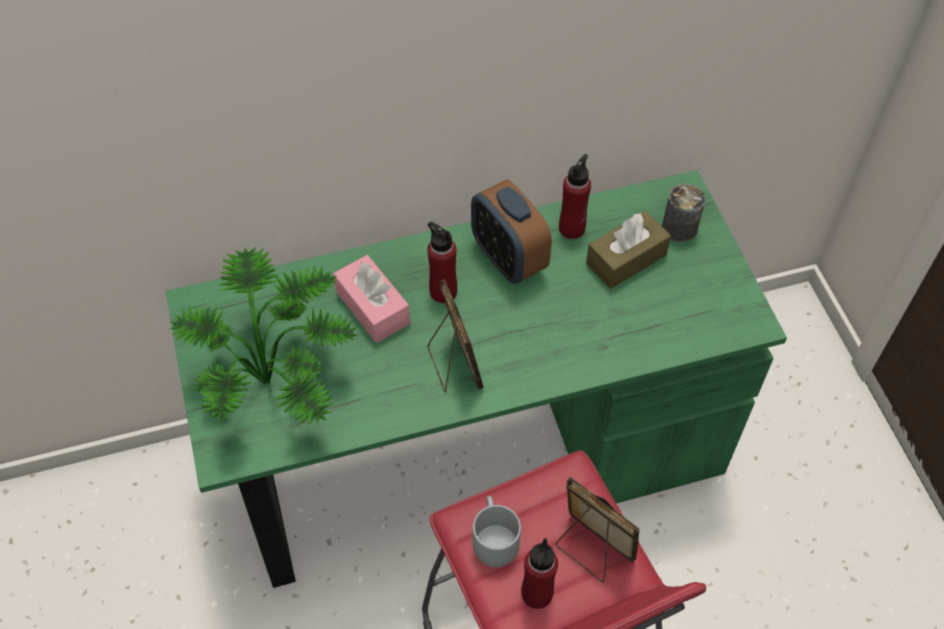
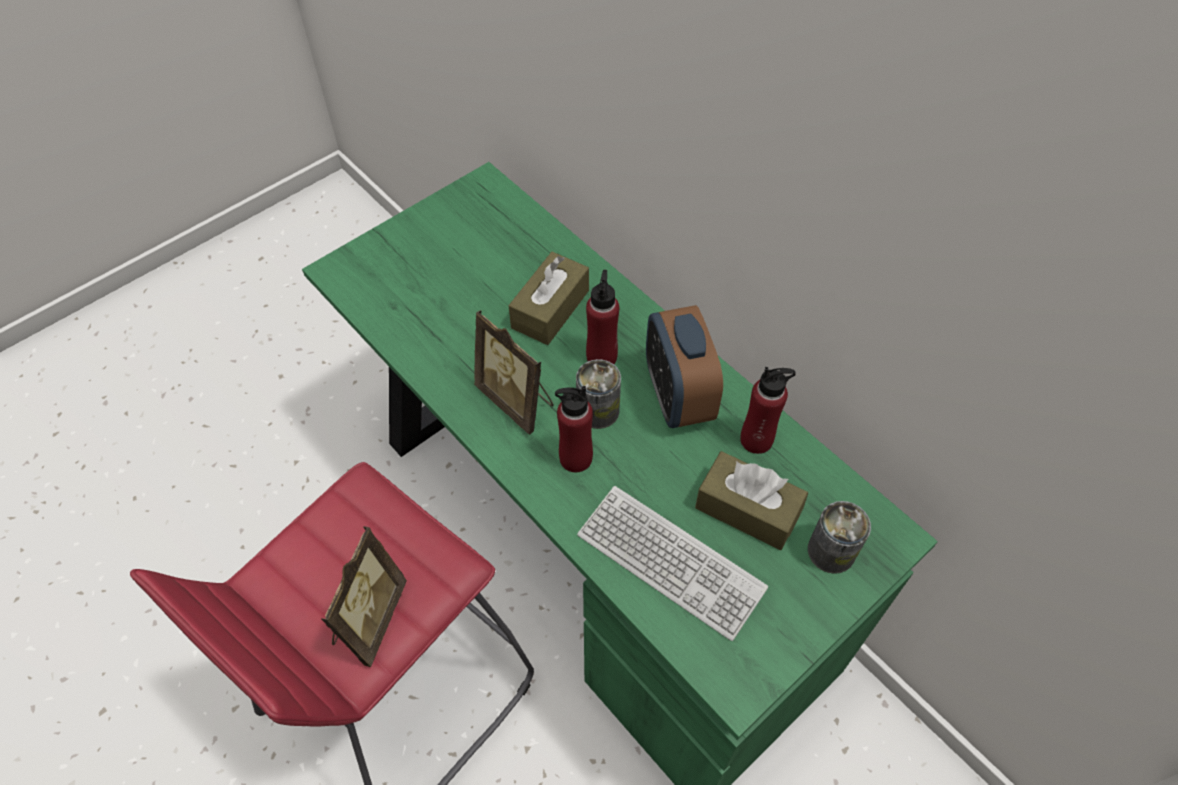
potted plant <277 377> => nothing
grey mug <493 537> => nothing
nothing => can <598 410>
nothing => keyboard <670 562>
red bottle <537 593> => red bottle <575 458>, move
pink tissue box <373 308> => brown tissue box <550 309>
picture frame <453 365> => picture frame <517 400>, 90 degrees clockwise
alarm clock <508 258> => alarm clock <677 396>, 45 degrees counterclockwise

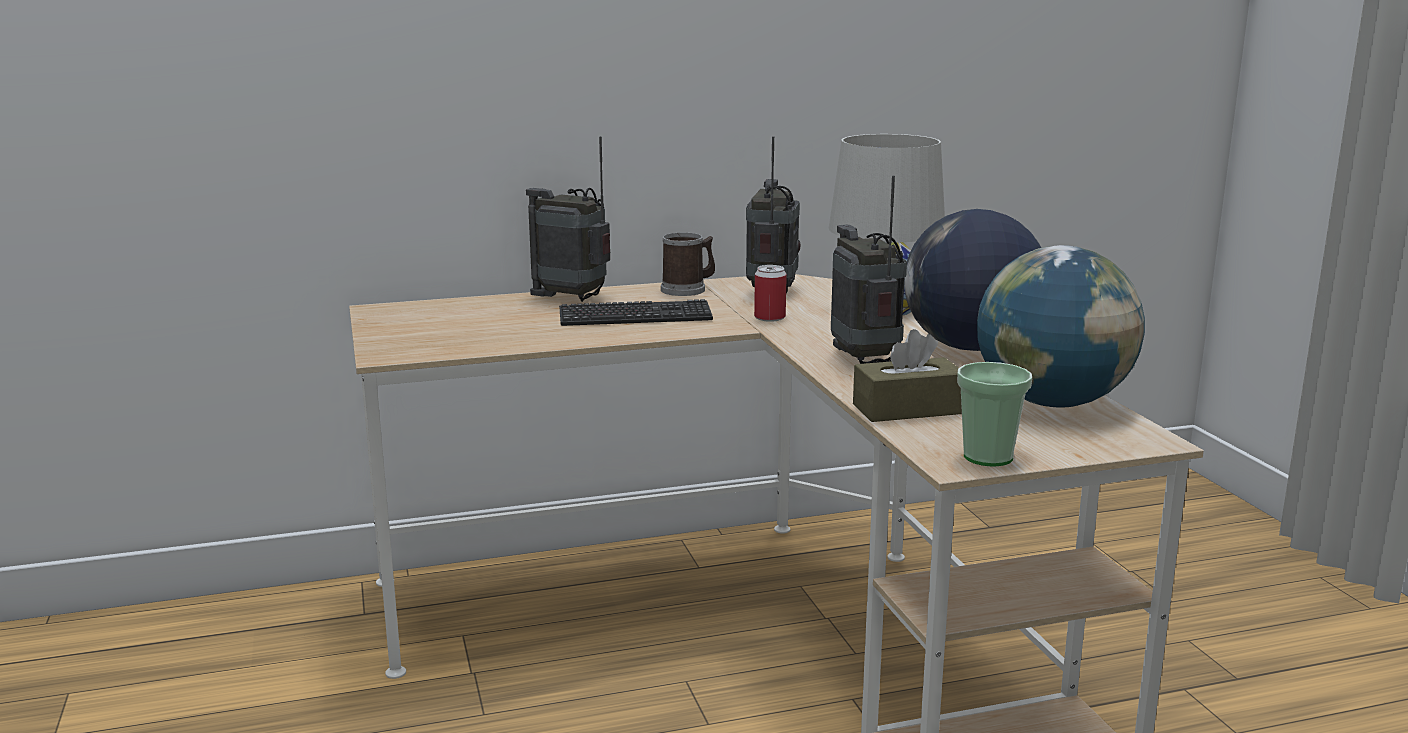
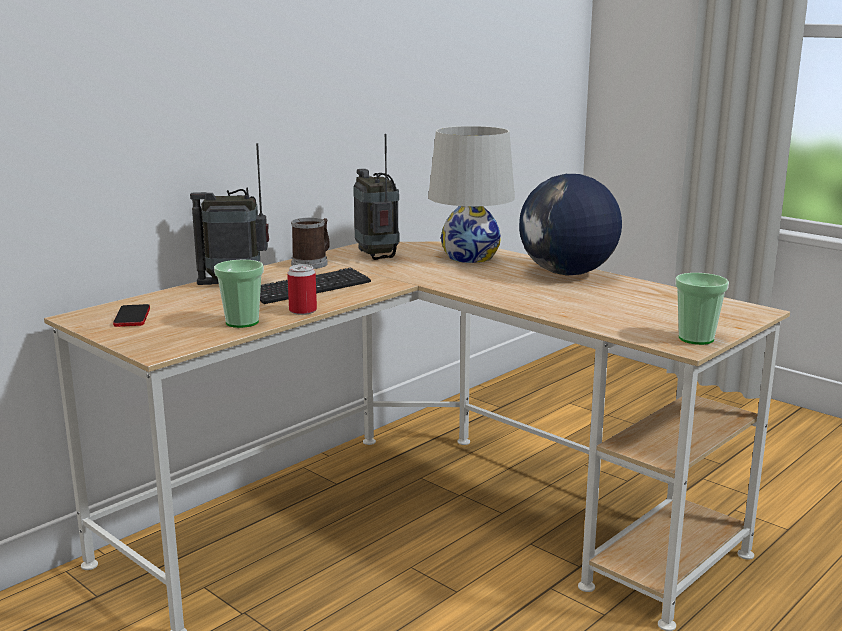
radio <865 360> => nothing
brown tissue box <907 409> => nothing
globe <1052 402> => nothing
nothing => phone <132 317>
nothing => cup <242 322>
can <769 318> => can <303 311>, move

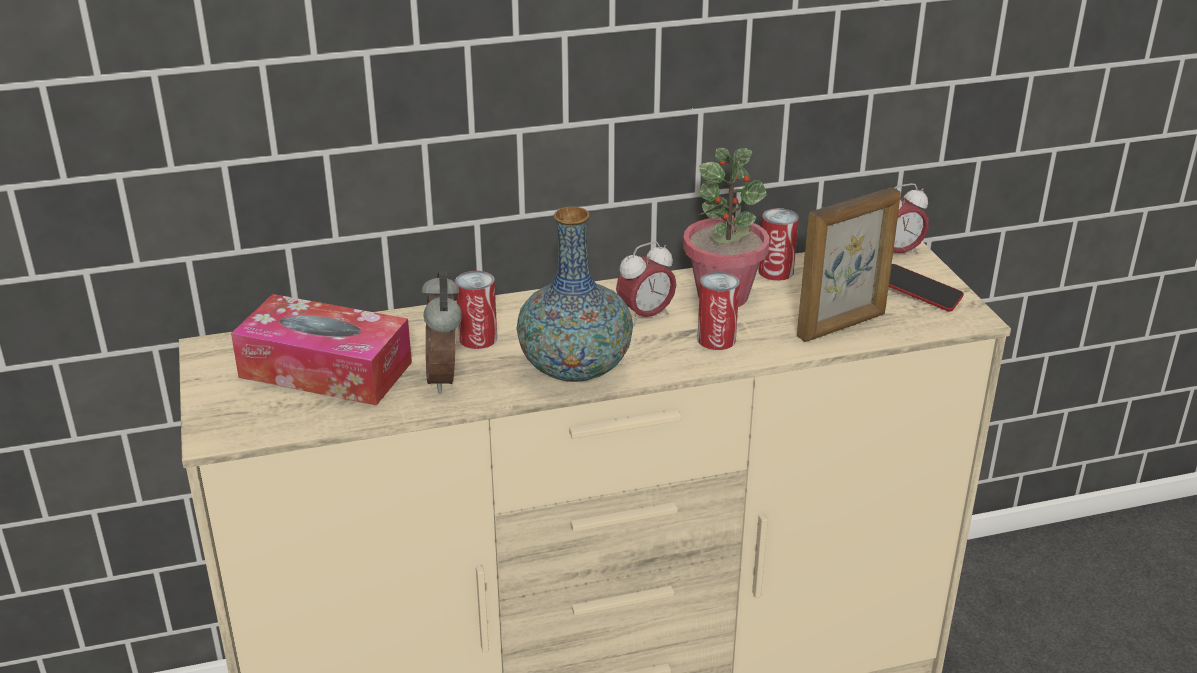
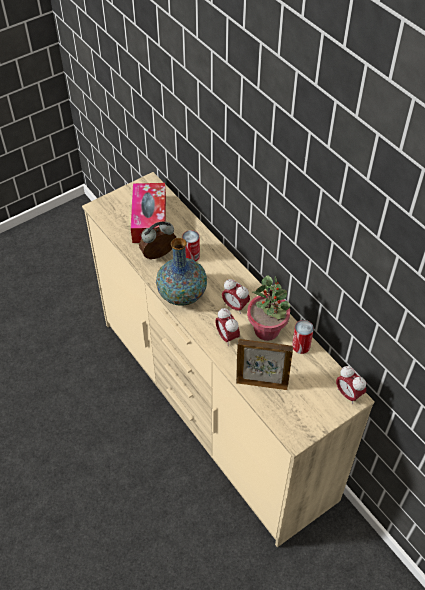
phone <919 293> => nothing
can <716 339> => alarm clock <227 337>
picture frame <842 326> => picture frame <261 383>, 150 degrees clockwise

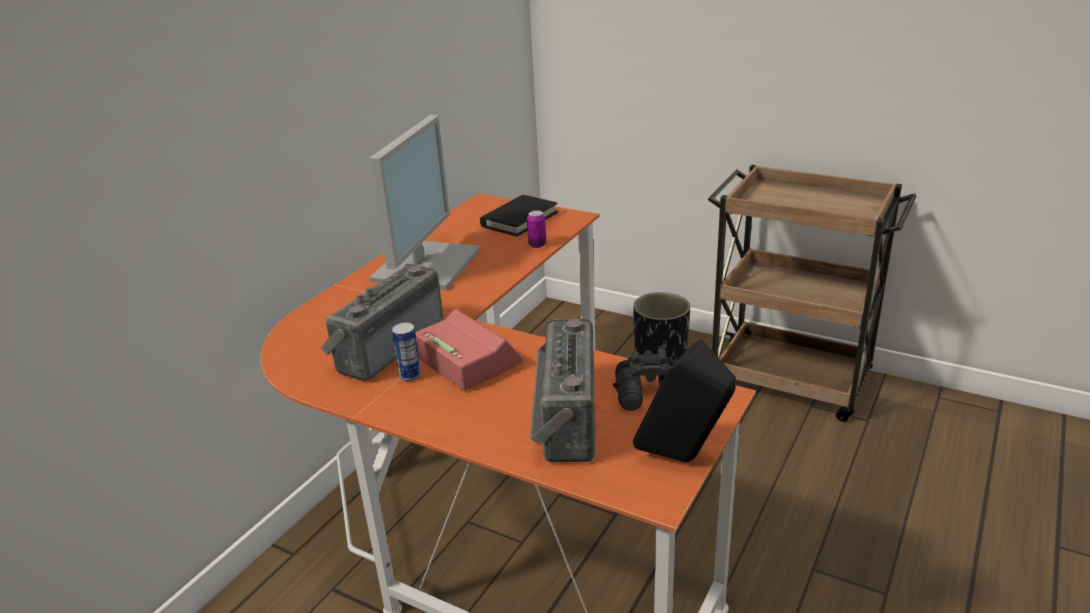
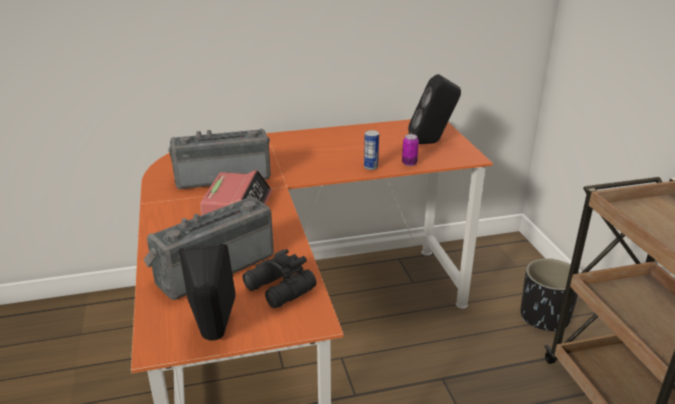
monitor <426 264> => nothing
can <410 376> => can <370 167>, move
black book <519 219> => black speaker <432 143>

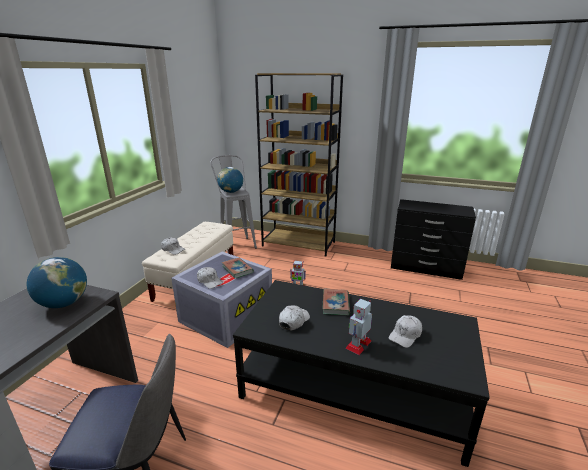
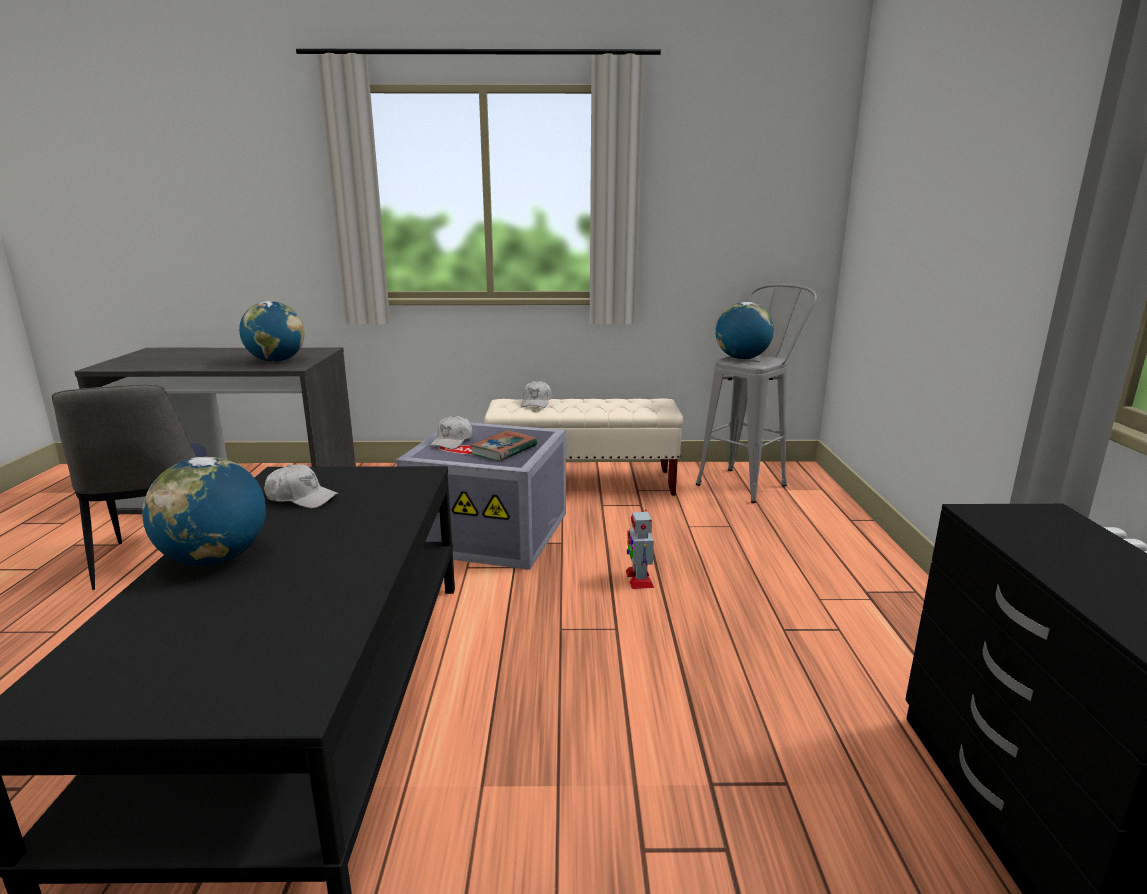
brown bookcase <299 244> => nothing
book <335 304> => nothing
white cap <405 335> => nothing
toy robot <358 344> => globe <215 559>

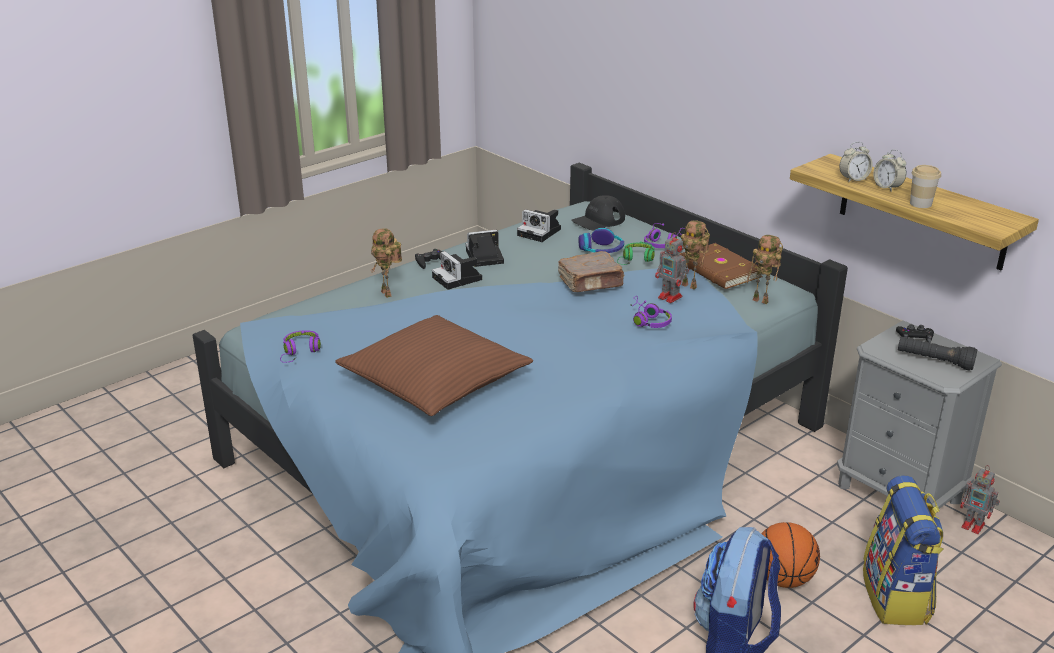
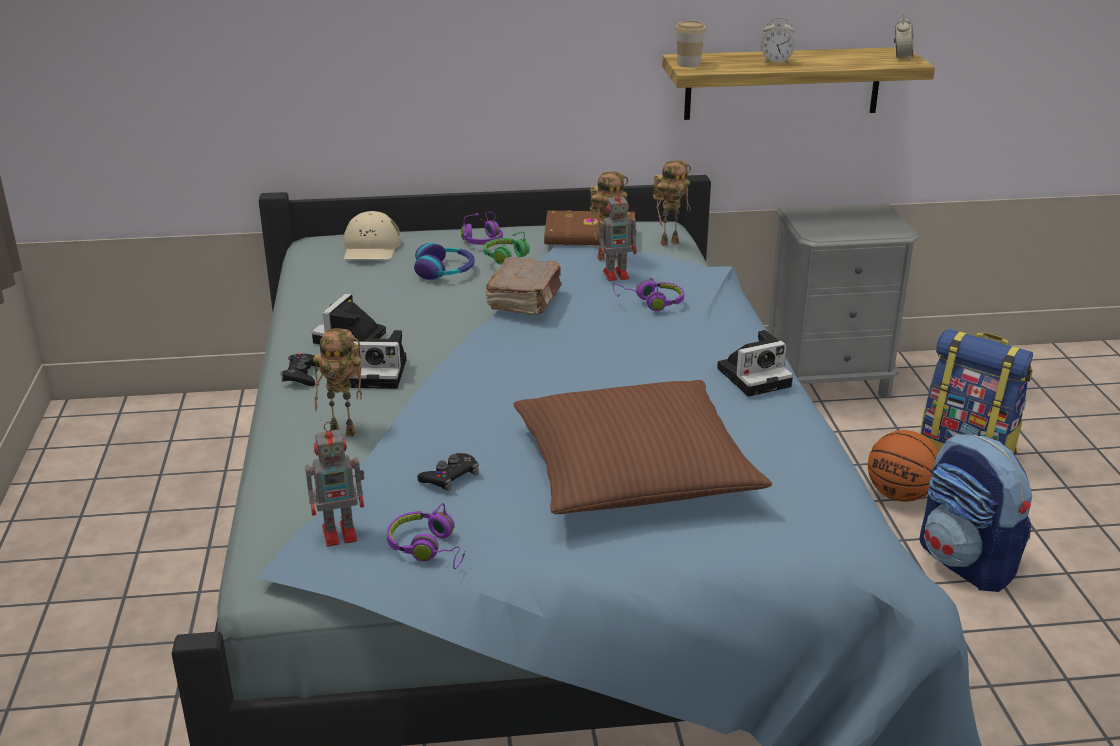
black flashlight <934 361> => nothing
photo camera <541 232> => photo camera <755 376>, move
alarm clock <853 179> => alarm clock <902 57>, move
black game controller <914 337> => black game controller <450 477>, move
cup <920 204> => cup <688 64>, move
toy robot <974 526> => toy robot <342 533>, move
black cap <598 220> => beige cap <371 248>

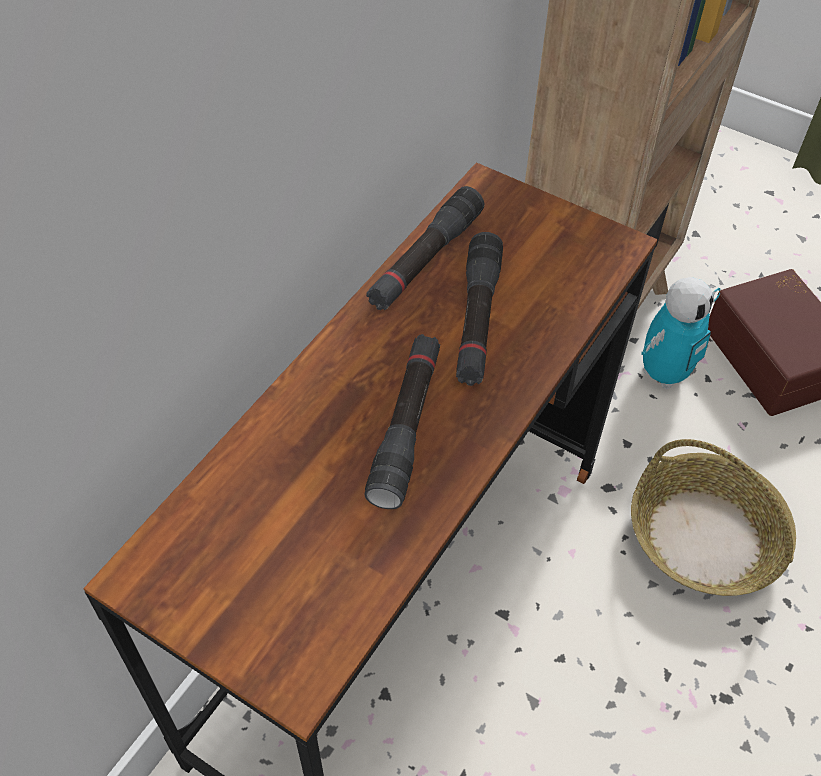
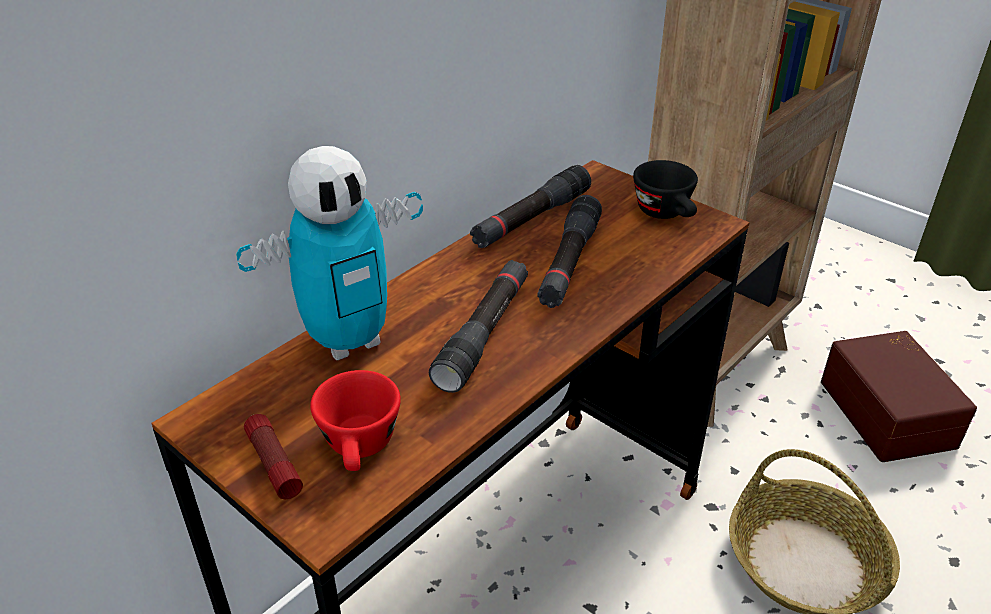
nothing => flashlight <273 463>
nothing => red cup <361 449>
nothing => black cup <667 214>
toy robot <664 373> => toy robot <348 340>, move

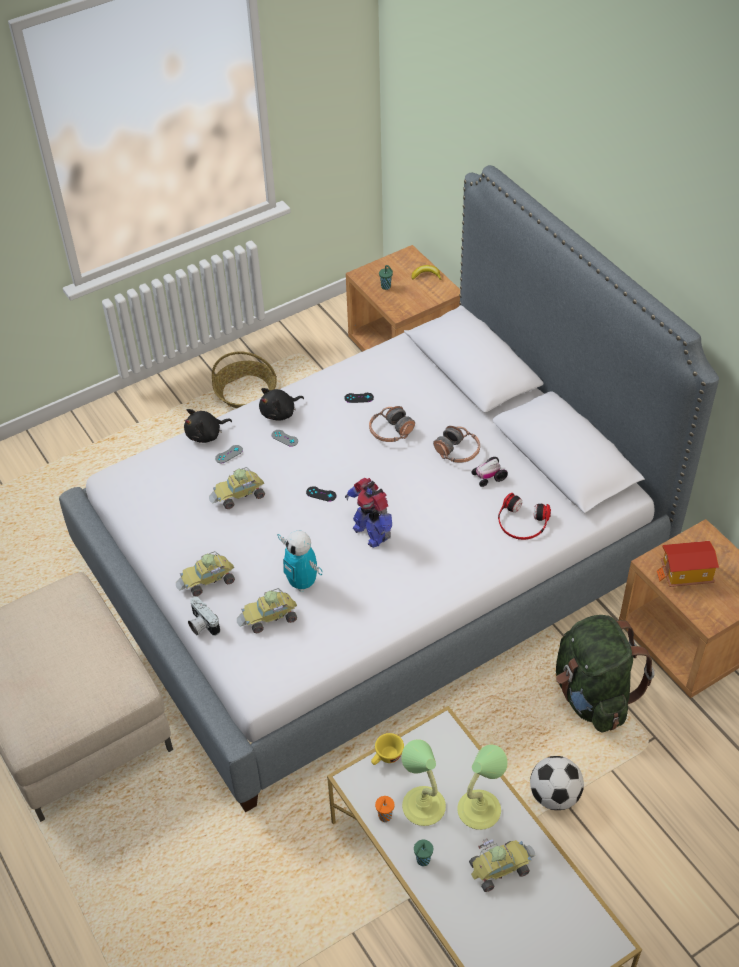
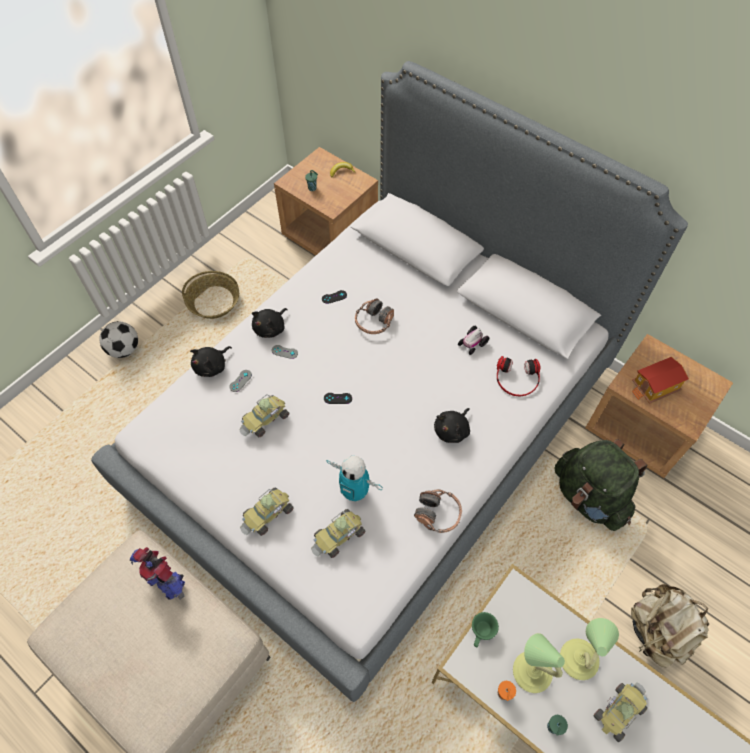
photo camera <201 625> => nothing
nothing => black plush toy <452 430>
nothing => beige backpack <657 631>
toy robot <371 532> => toy robot <166 581>, move
headphones <457 451> => headphones <438 514>, move
football <554 795> => football <124 349>, move
yellow cup <386 758> => green cup <481 633>

